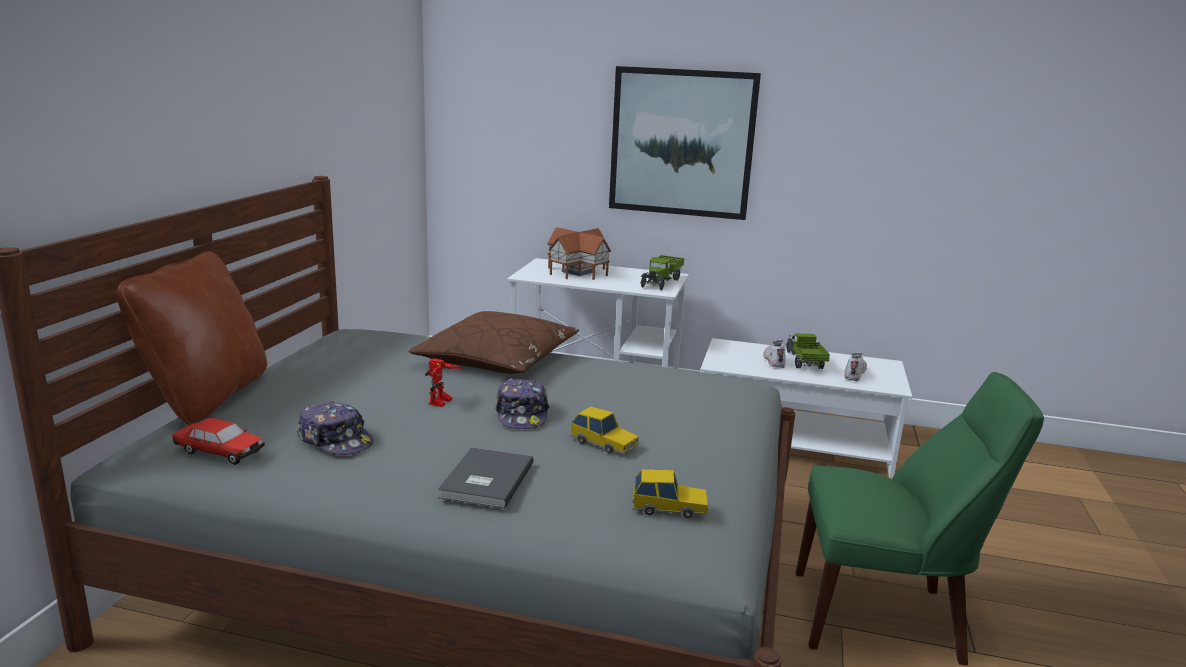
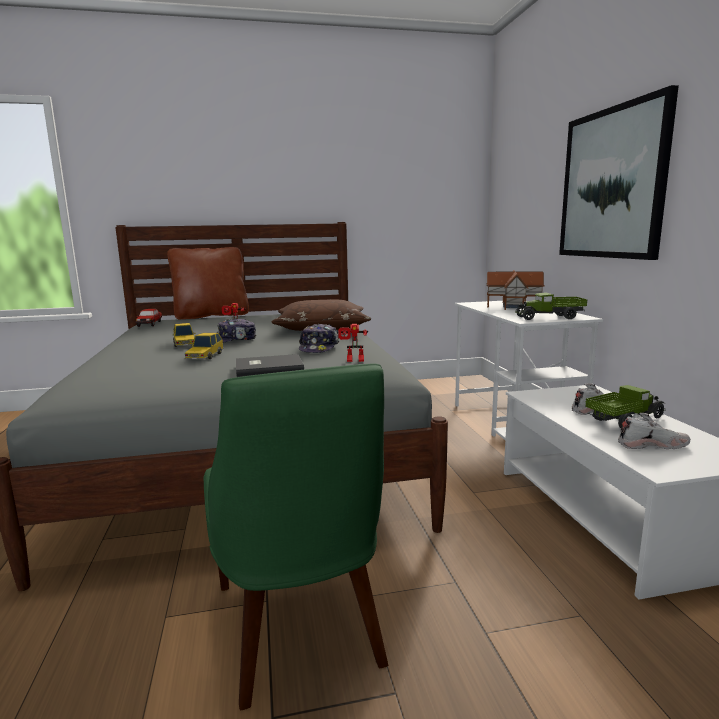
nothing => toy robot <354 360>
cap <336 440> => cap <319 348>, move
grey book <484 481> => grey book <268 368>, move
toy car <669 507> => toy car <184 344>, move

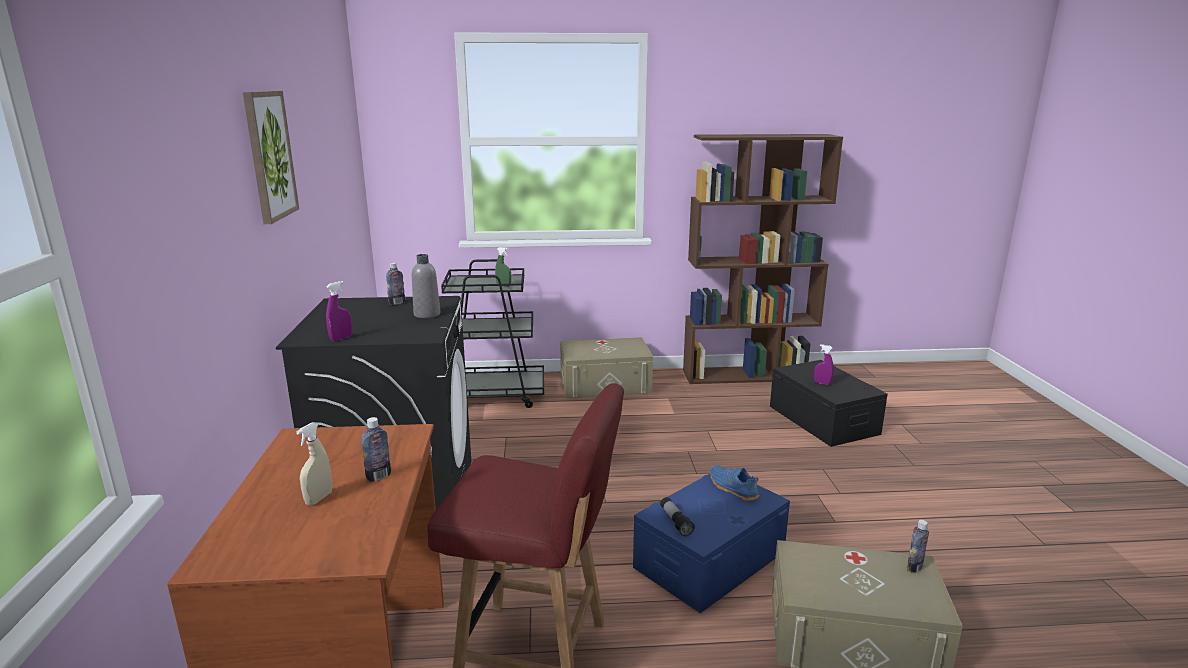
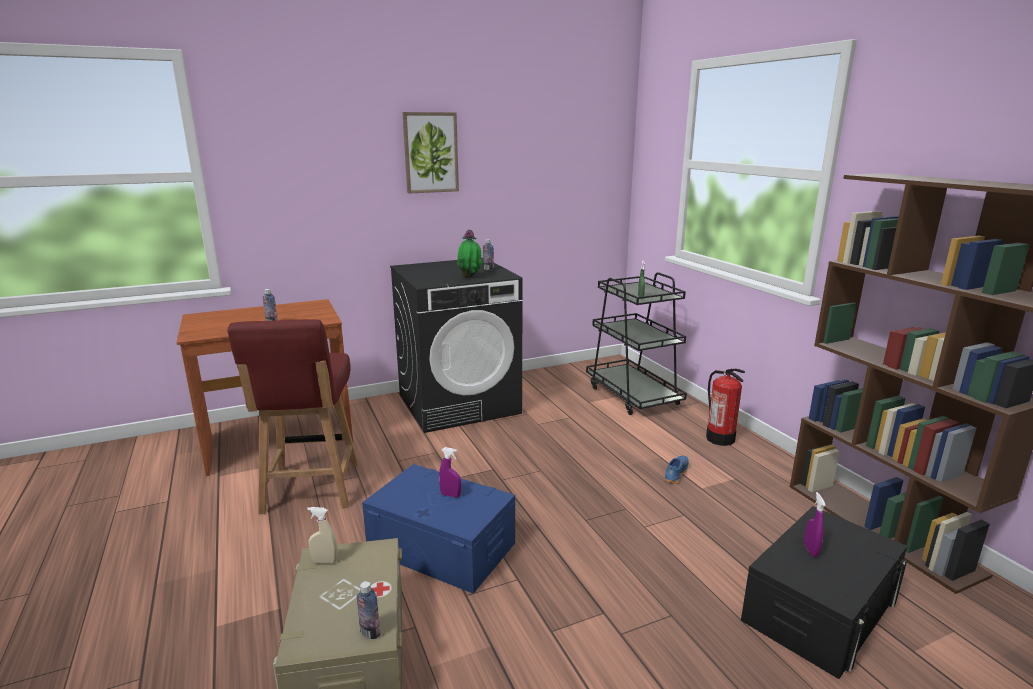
flashlight <675 522> => nothing
beige spray bottle <319 498> => beige spray bottle <325 561>, move
purple spray bottle <341 338> => purple spray bottle <450 495>, move
blue shoe <732 489> => blue shoe <675 473>, move
grey bottle <427 314> => potted plant <470 277>
beige storage box <605 384> => fire extinguisher <720 438>

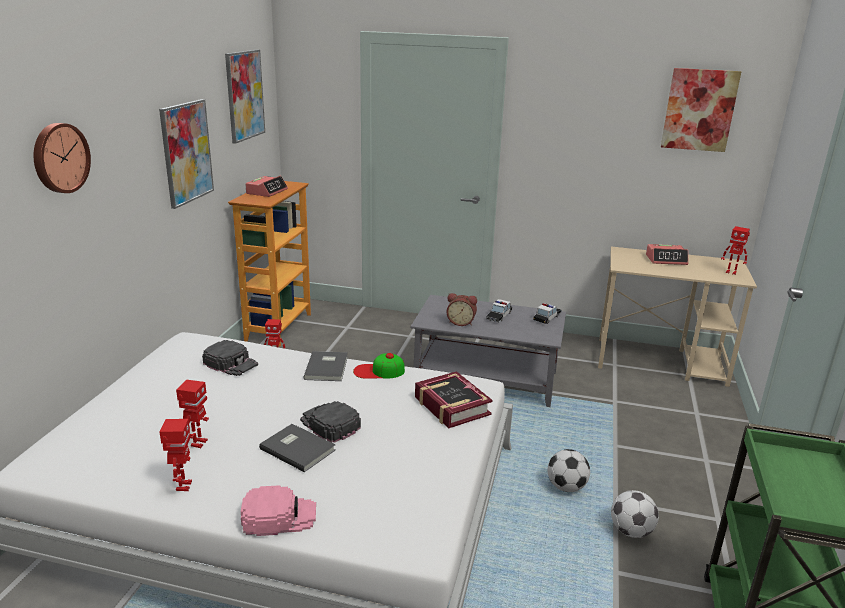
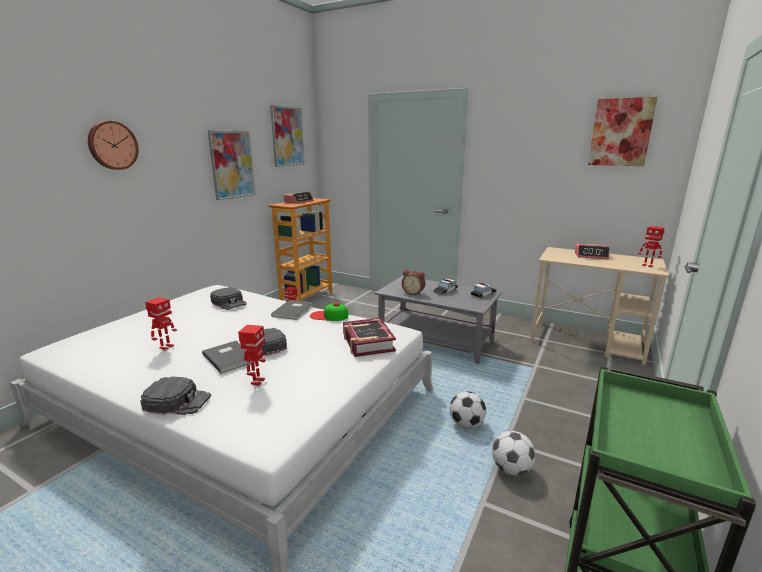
toy robot <183 486> => toy robot <257 381>, move
pink cap <279 516> => black cap <178 401>

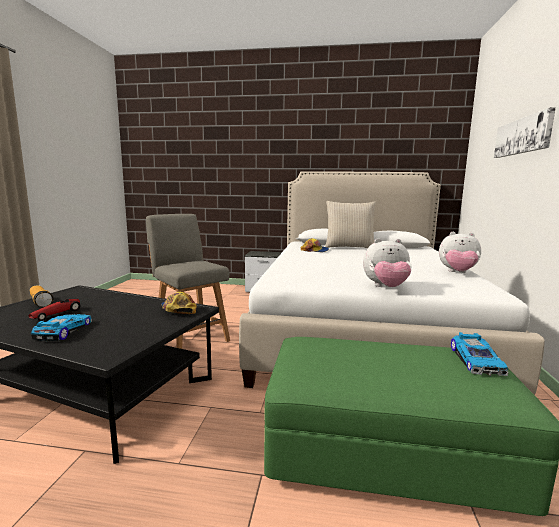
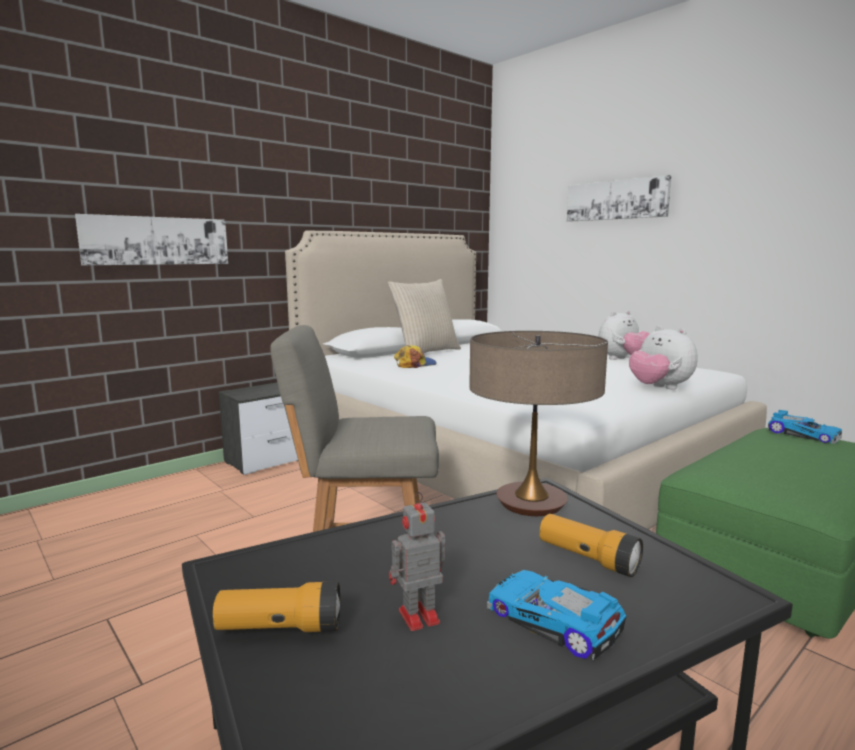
nothing => picture <156 241>
nothing => flashlight <588 558>
toy car <57 314> => toy robot <416 617>
cap <178 309> => table lamp <531 503>
plush toy <386 287> => plush toy <659 388>, 105 degrees clockwise

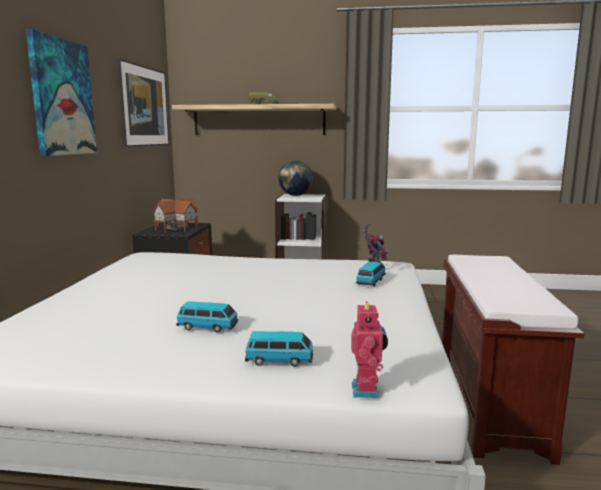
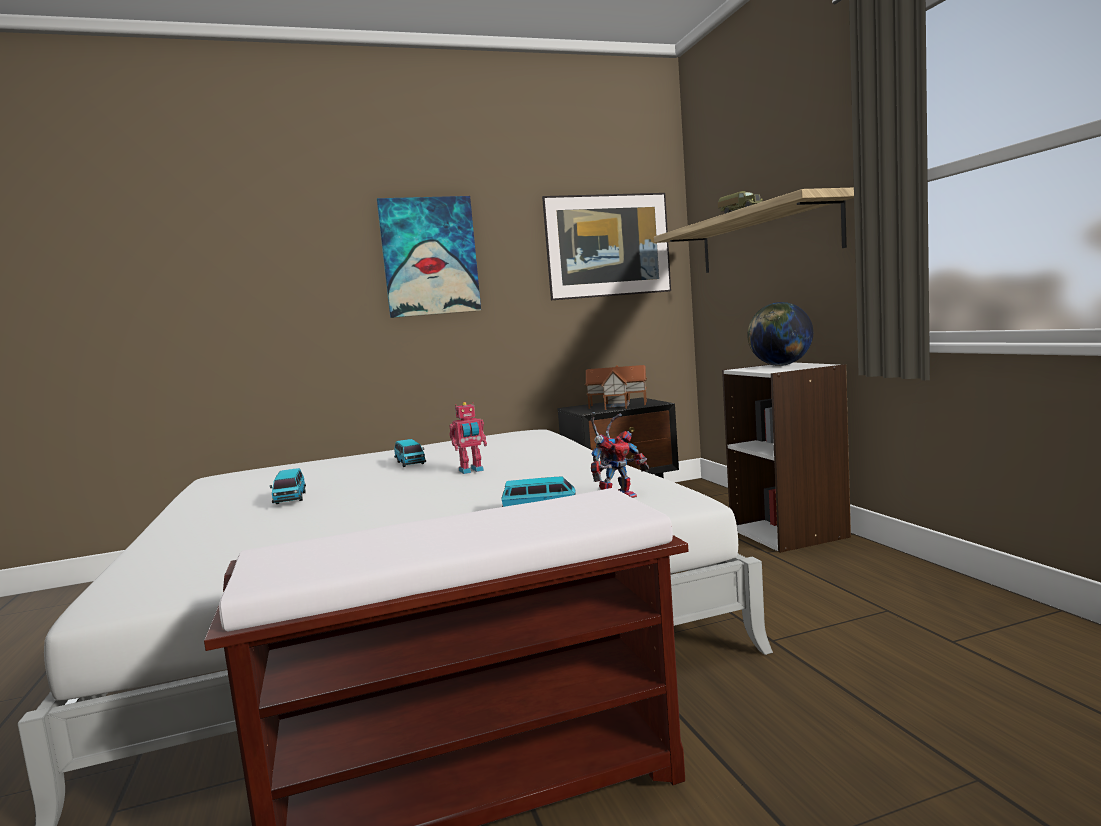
toy car <279 360> => toy car <410 463>, move
toy robot <367 390> => toy robot <471 471>, move

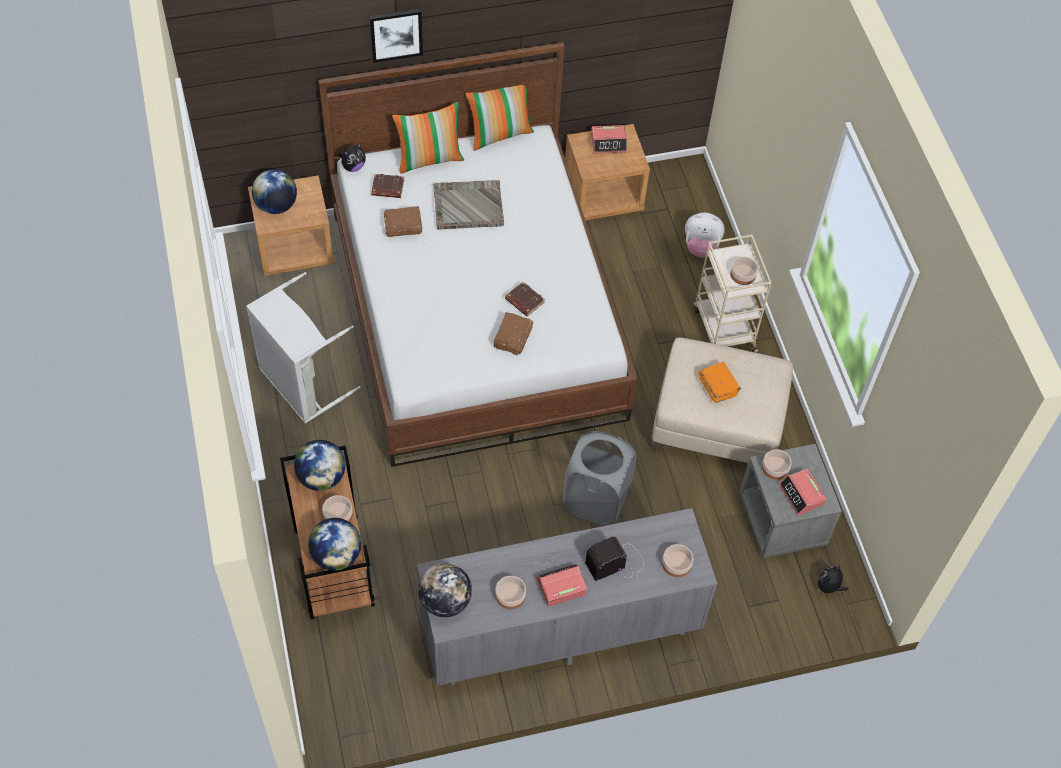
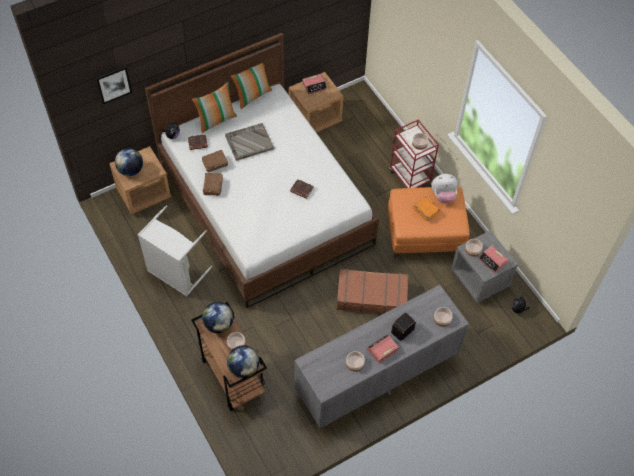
globe <445 601> => nothing
picture <396 34> => picture <113 84>, move
brown book <512 338> => brown book <212 187>, move
plush toy <701 247> => plush toy <443 196>, move
grey laundry basket <595 500> => brown suitcase <371 296>
beige ottoman <716 424> => orange ottoman <425 234>
beige cart <723 329> => red cart <410 178>

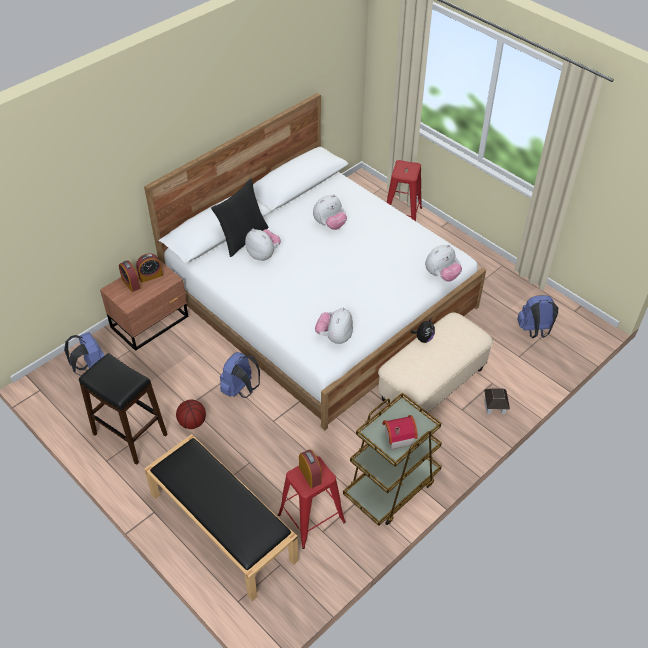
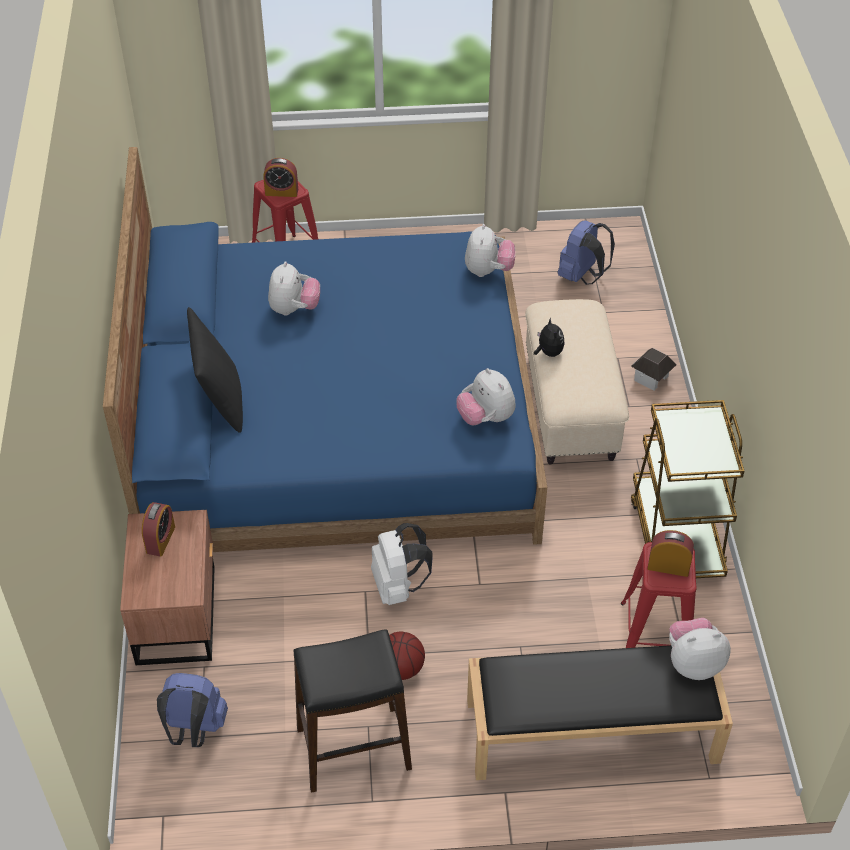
toy house <397 436> => nothing
alarm clock <131 283> => alarm clock <281 192>, move
plush toy <263 254> => plush toy <693 662>, move
white bed <320 299> => blue bed <335 419>
blue backpack <240 390> => white backpack <398 586>

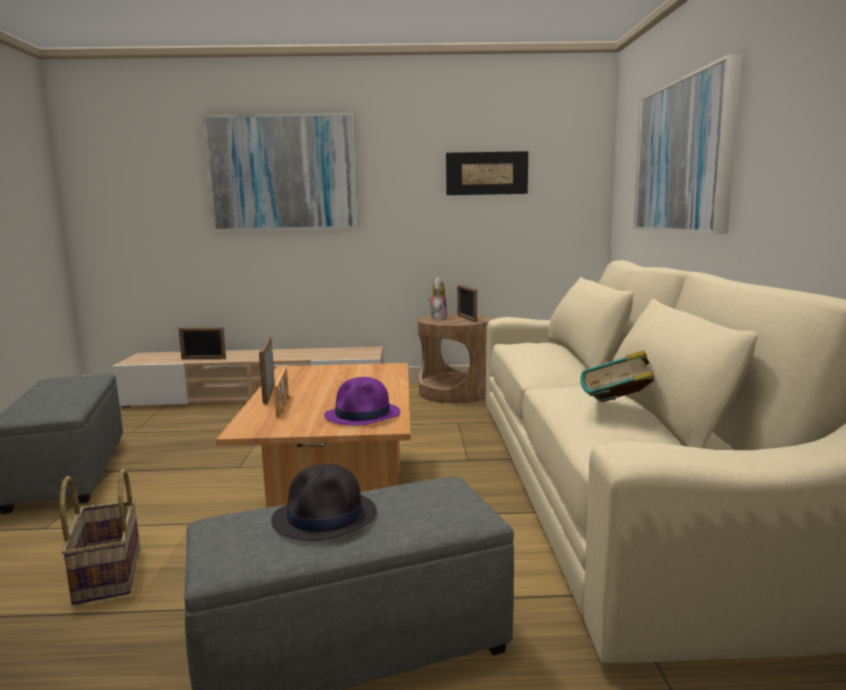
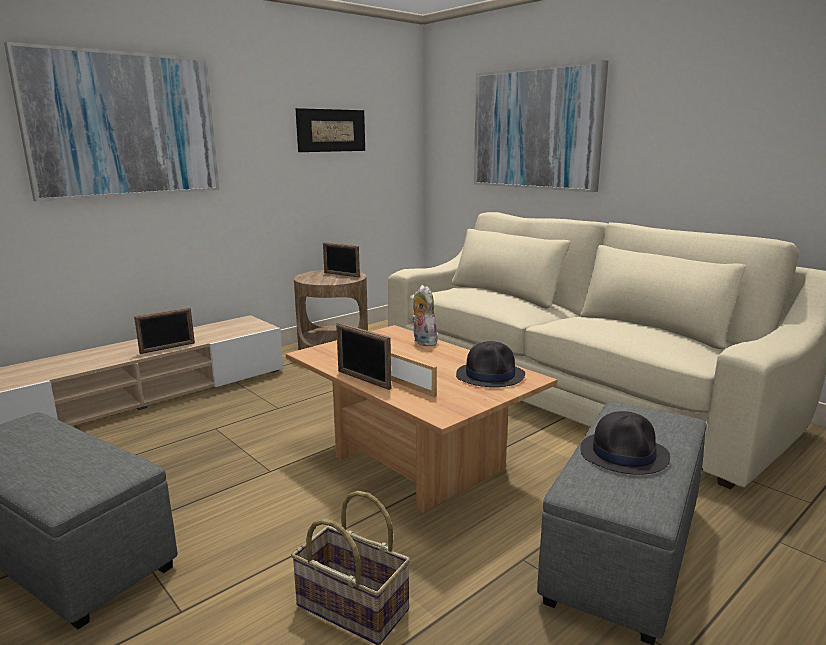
book <620 410> => nothing
picture frame <203 359> => picture frame <167 348>, move
plush toy <438 318> => plush toy <422 342>, move
purple hat <363 415> => black hat <491 375>

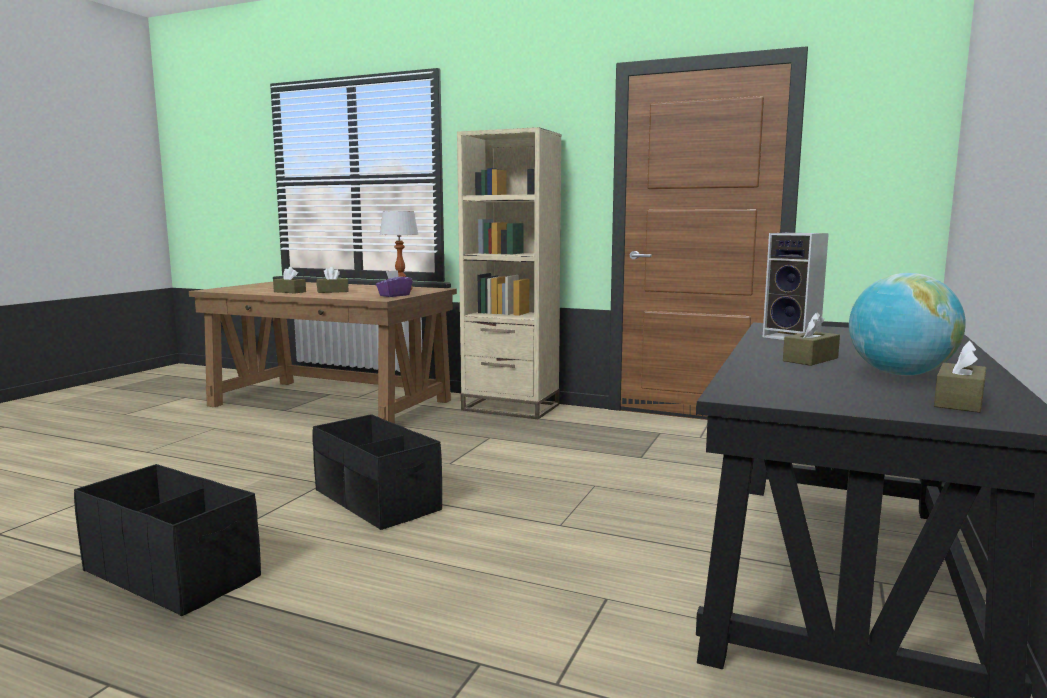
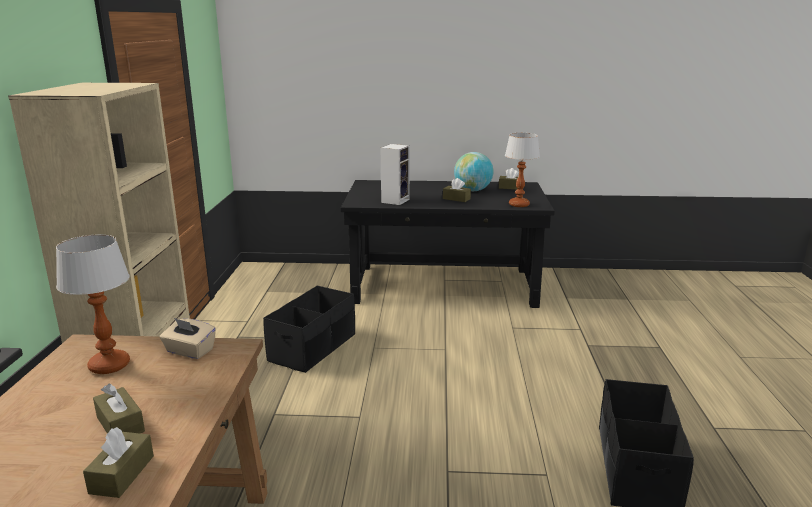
nothing => table lamp <519 205>
black storage box <376 500> => black storage box <313 347>, move
purple tissue box <394 295> => beige tissue box <189 351>

